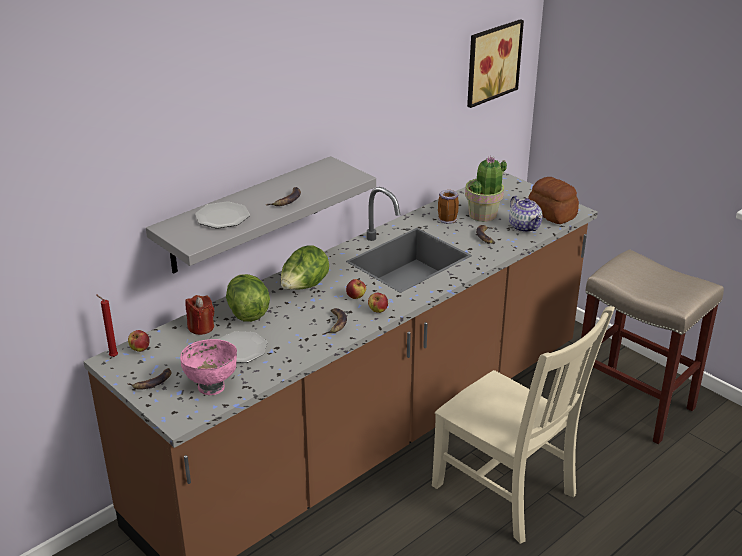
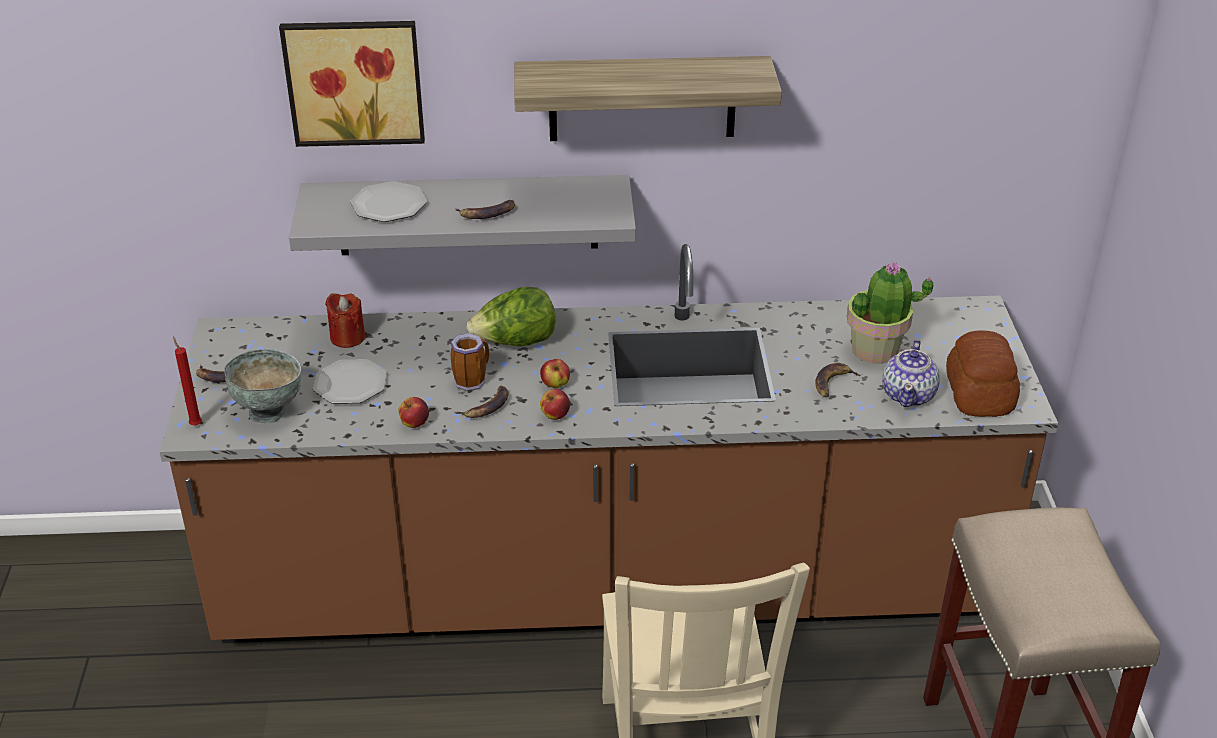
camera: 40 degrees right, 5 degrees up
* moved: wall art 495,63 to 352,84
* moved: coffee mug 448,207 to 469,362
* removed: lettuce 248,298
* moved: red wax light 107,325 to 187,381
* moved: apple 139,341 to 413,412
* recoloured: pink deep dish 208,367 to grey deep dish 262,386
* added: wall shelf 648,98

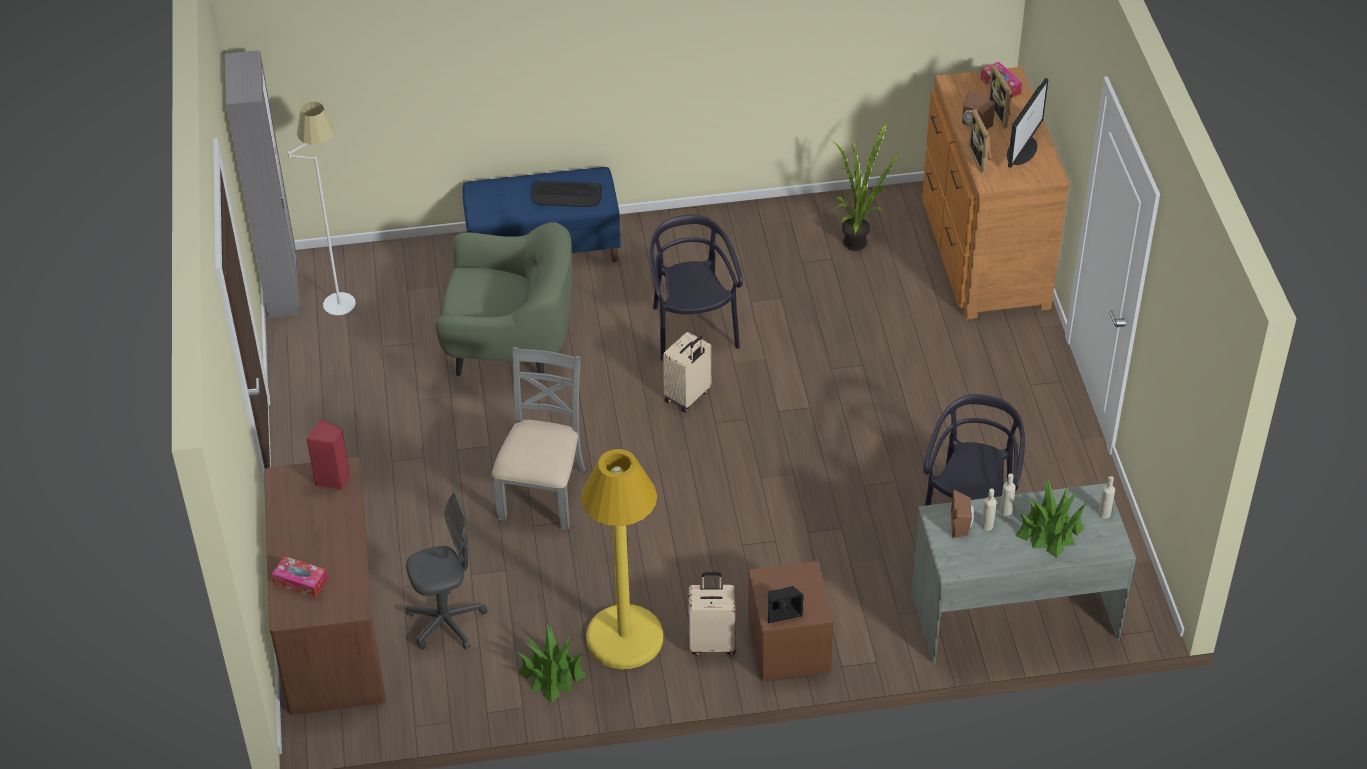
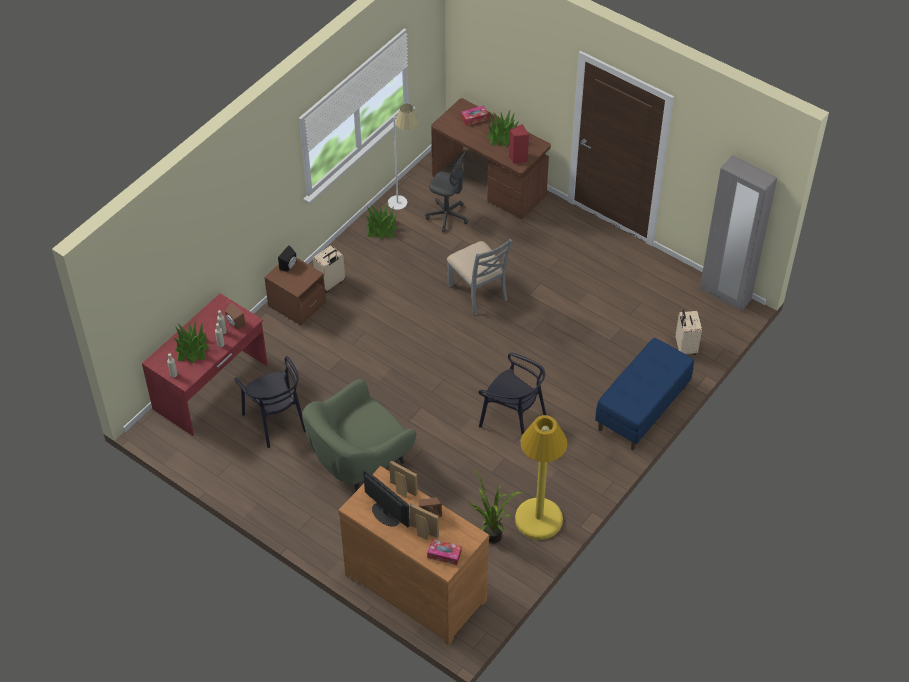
camera: 135 degrees right, 5 degrees up
* turned: computer display 1027,123 = 386,498 150 degrees clockwise
* moved: whitish standard lamp 321,208 to 403,157
* removed: PC keyboard 566,194
* moved: greenish easy chair 503,299 to 359,435
* moved: beige travel case 687,372 to 688,332
* moved: yellow-coloured standard lamp 622,559 to 541,477
* recoloured: grey desk unit 1024,573 to red desk unit 205,364
* turned: grey desk chair 446,571 = 447,191 90 degrees counterclockwise
* added: potted plant 503,128

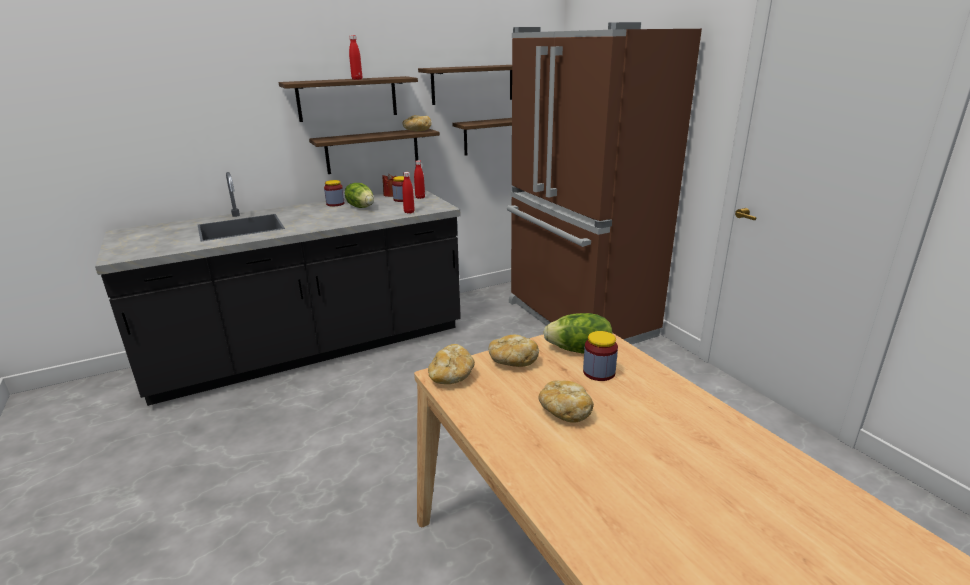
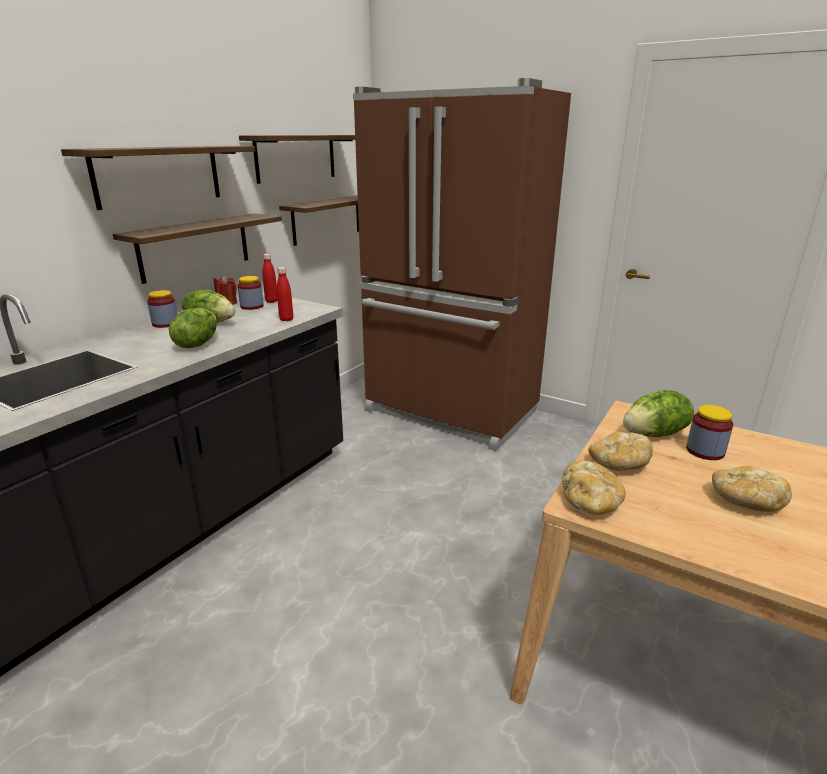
camera: 30 degrees left, 0 degrees up
* removed: red beverage bottle 355,57
* removed: baked bread 417,123
* added: lettuce 193,328

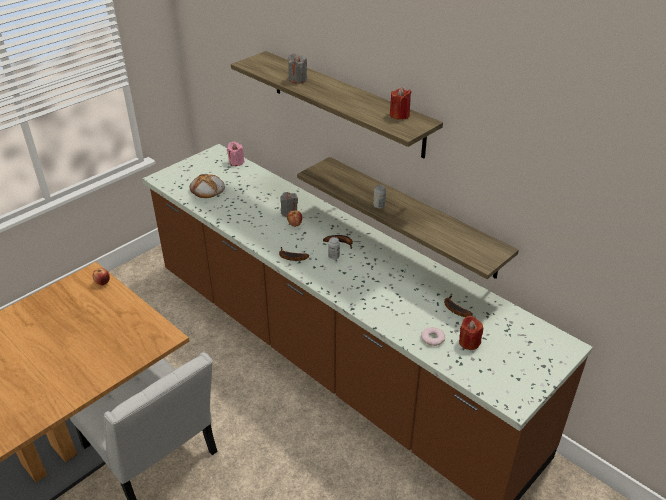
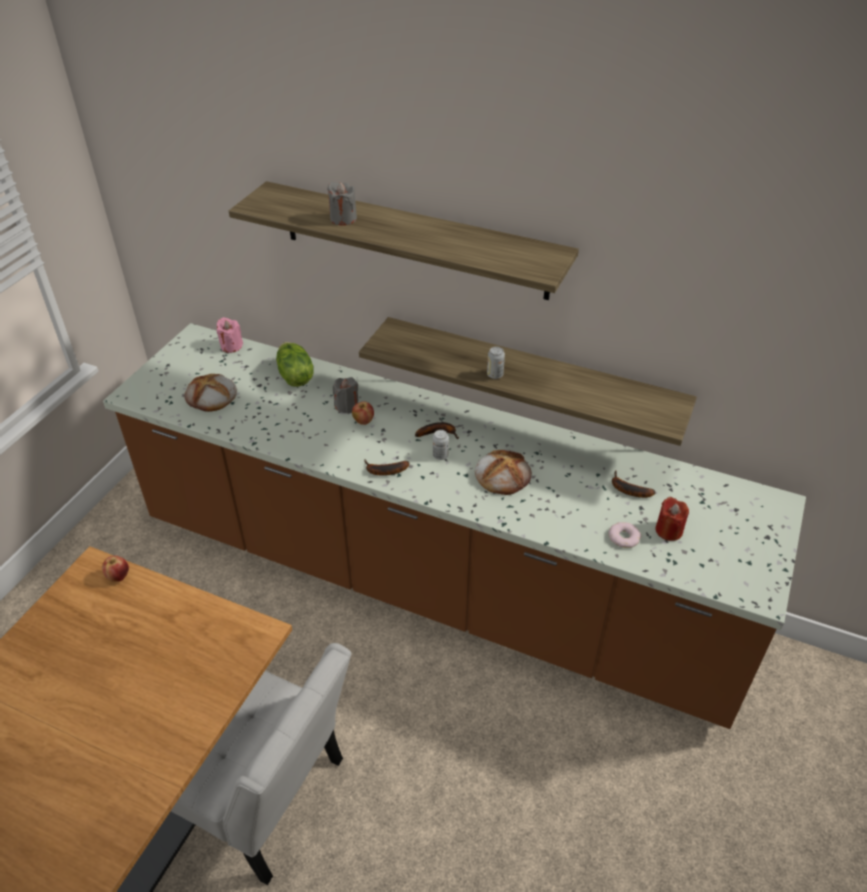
camera: 20 degrees left, 5 degrees up
* removed: red wax light 400,103
* added: lettuce 294,364
* added: baked bread 503,472

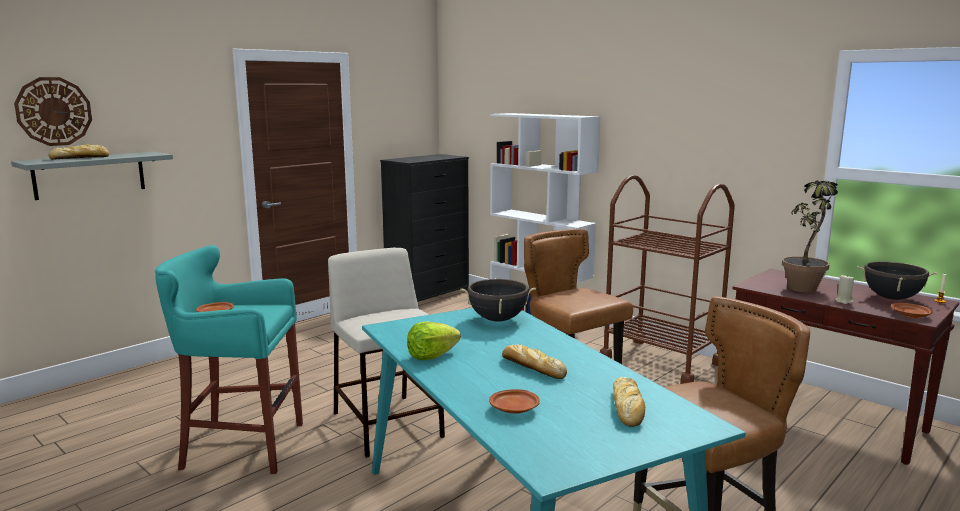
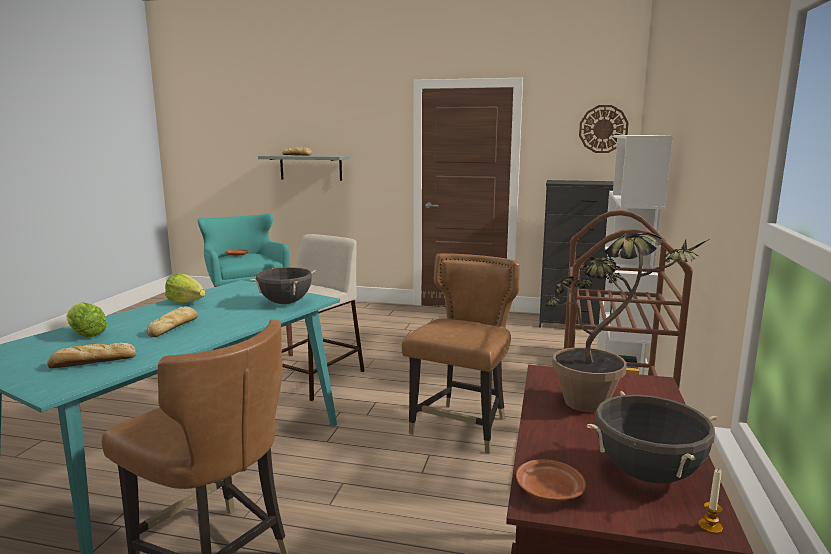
camera: 60 degrees right, 0 degrees up
* moved: hanging clock 53,111 to 604,129
* removed: beige wax light 844,289
* replaced: brown flat dish 514,401 to lettuce 86,319

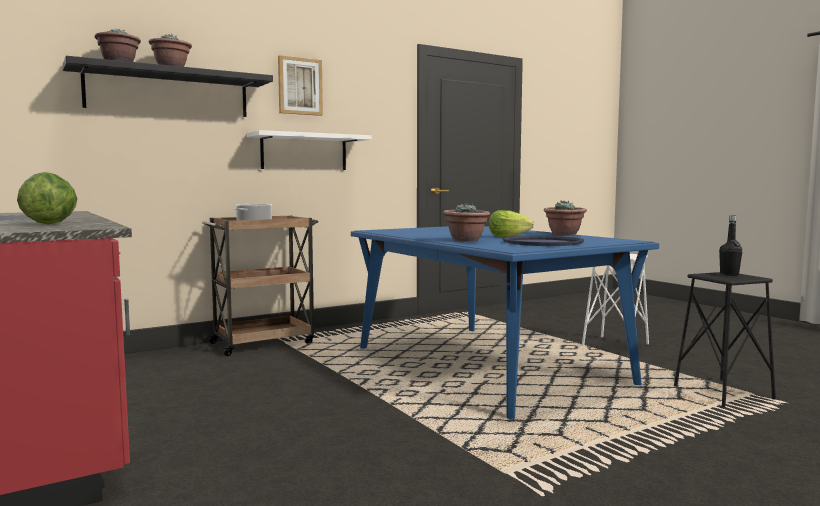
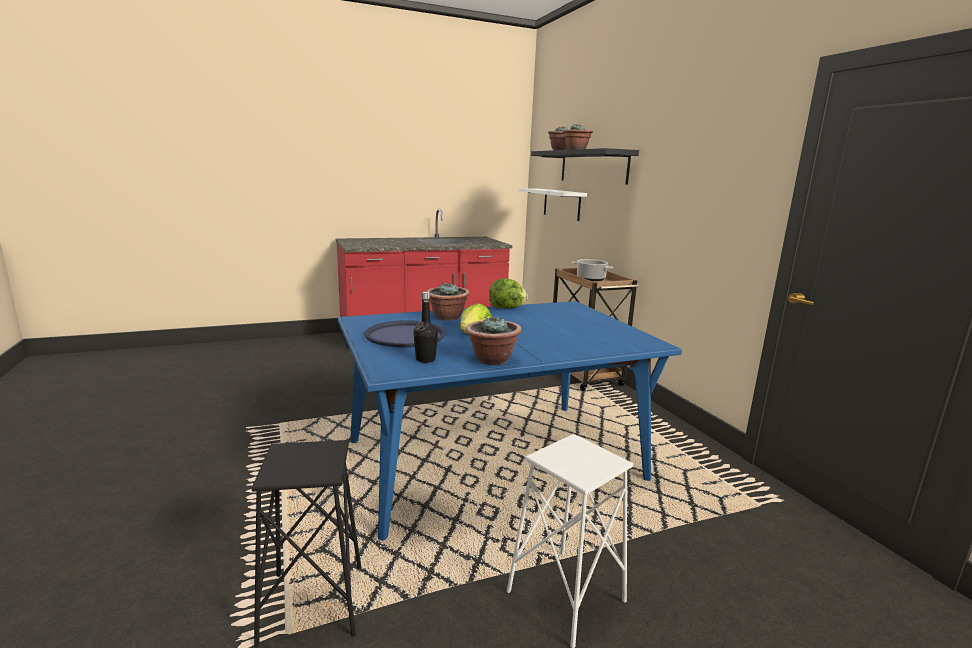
camera: 100 degrees right, 10 degrees up
* removed: wall art 300,85
* moved: whitish wall shelf 309,150 to 553,204
* moved: lettuce 47,198 to 508,293
* moved: black-coloured beverage bottle 730,245 to 426,327

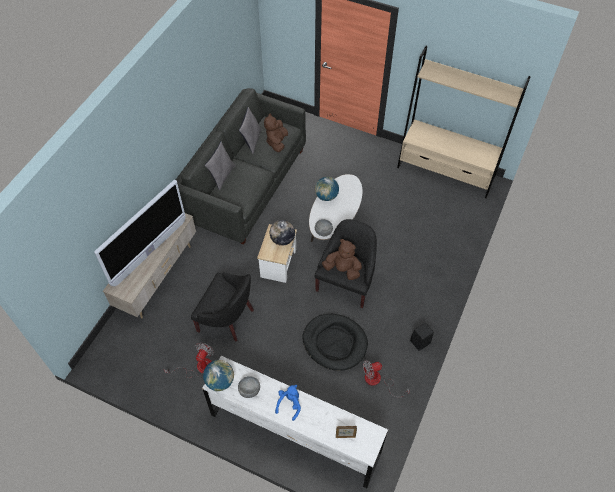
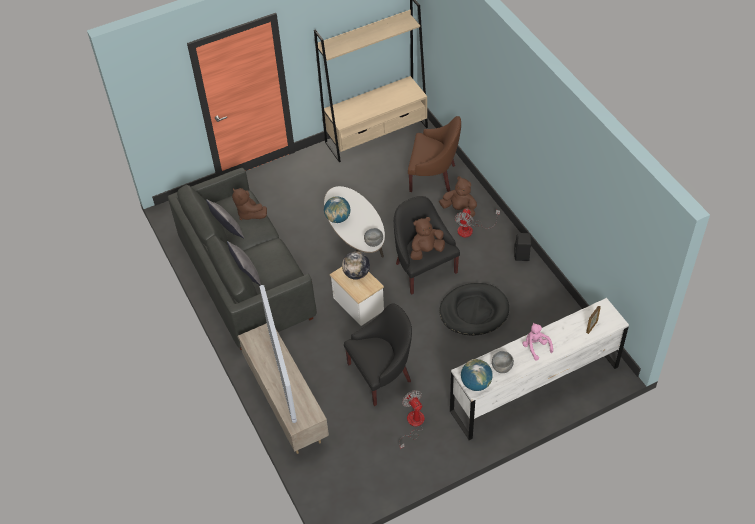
camera: 50 degrees left, 5 degrees down
* moved: cooling fan 386,378 to 477,223
* recoloured: blue plush toy 288,403 to pink plush toy 537,342
* added: brown easy chair 434,154
* added: brown plush toy 458,197

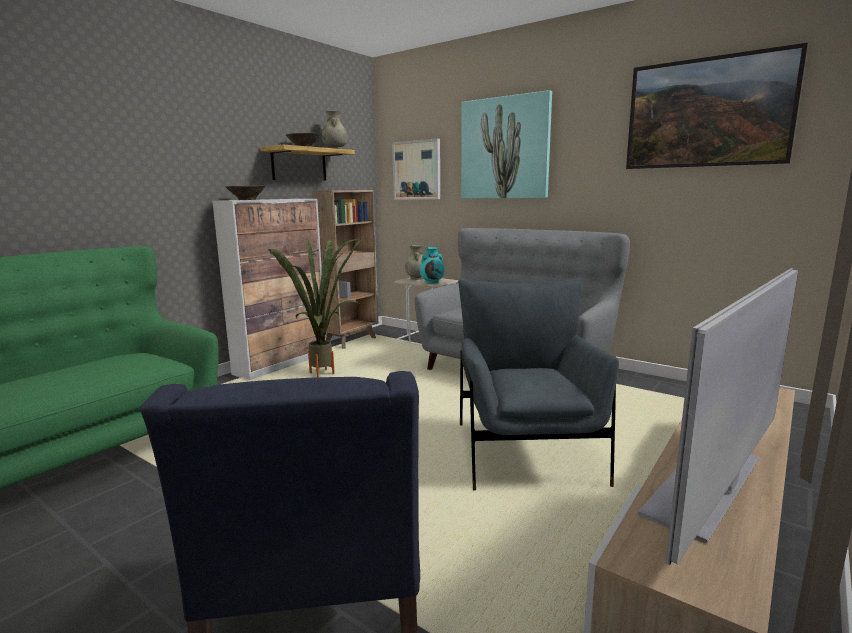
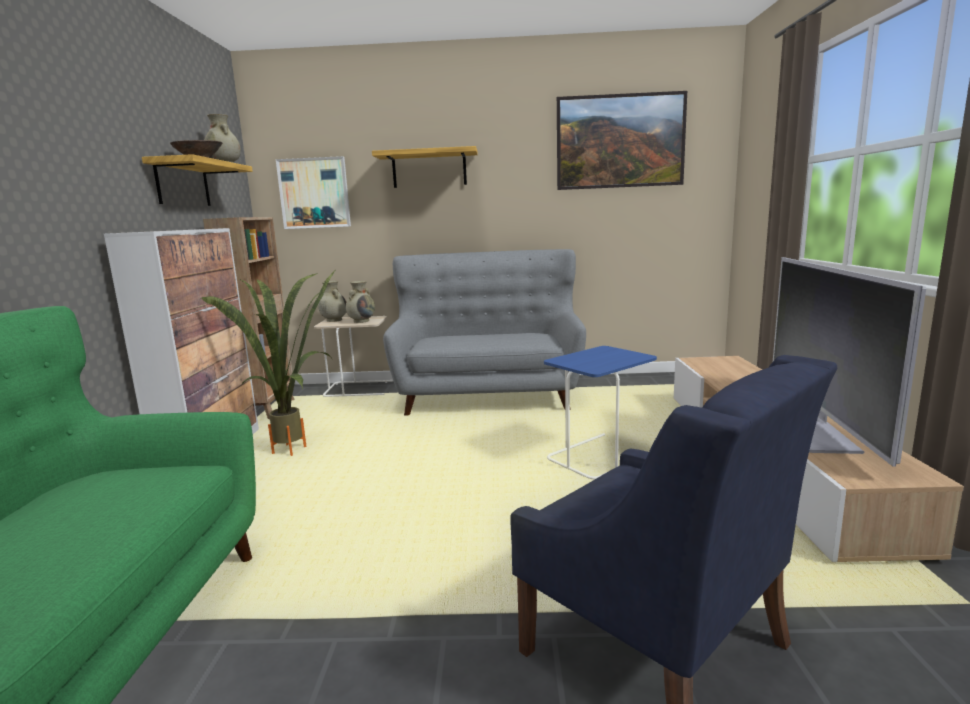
camera: 35 degrees left, 0 degrees up
* replaced: wall art 506,144 to wall shelf 425,167
* removed: brown deep dish 246,192
* recoloured: turquoise decorative vase 432,265 to beige decorative vase 360,302
* replaced: grey easy chair 538,384 to blue side table 600,412

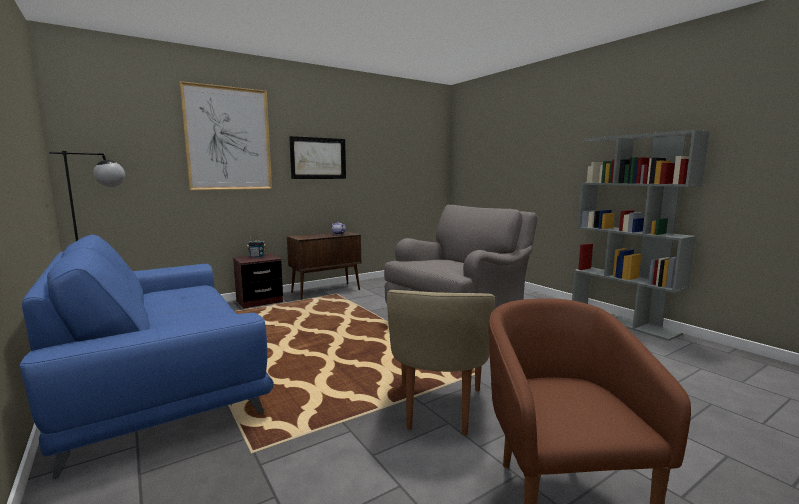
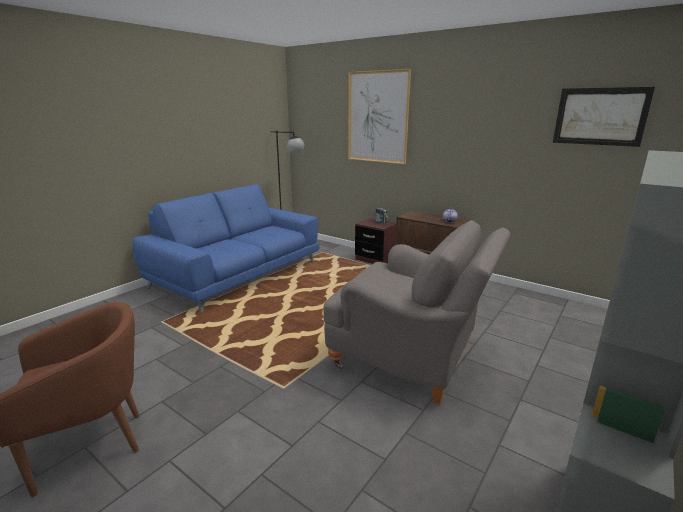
camera: 70 degrees right, 10 degrees up
* moved: wall art 317,157 to 604,117
* removed: beige easy chair 441,362

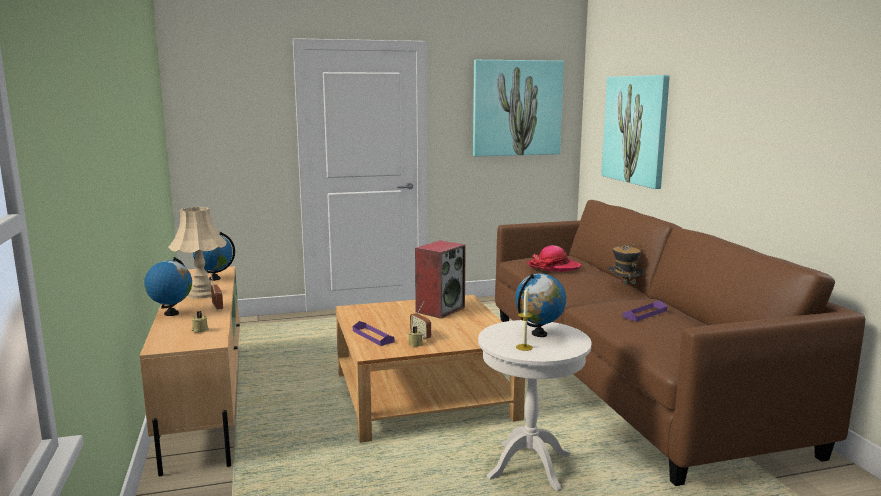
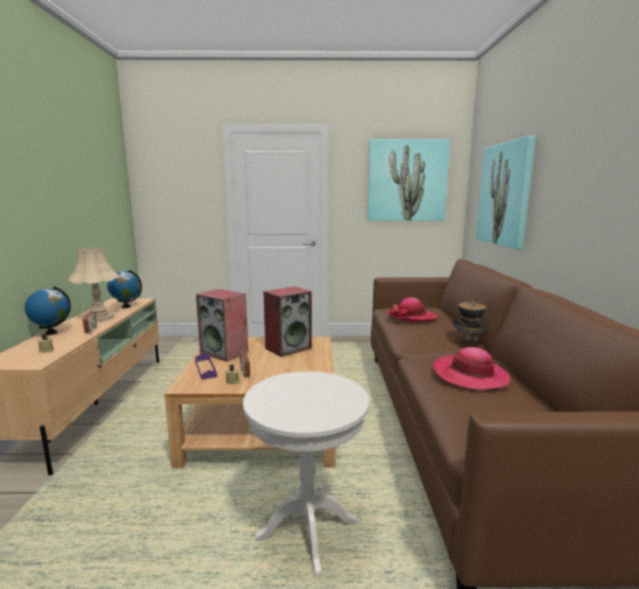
camera: 15 degrees right, 0 degrees up
* removed: desk globe 540,305
* removed: wax light 524,319
* replaced: purple-coloured tray 645,311 to wearable hat 471,368
* added: audio speaker 222,325

